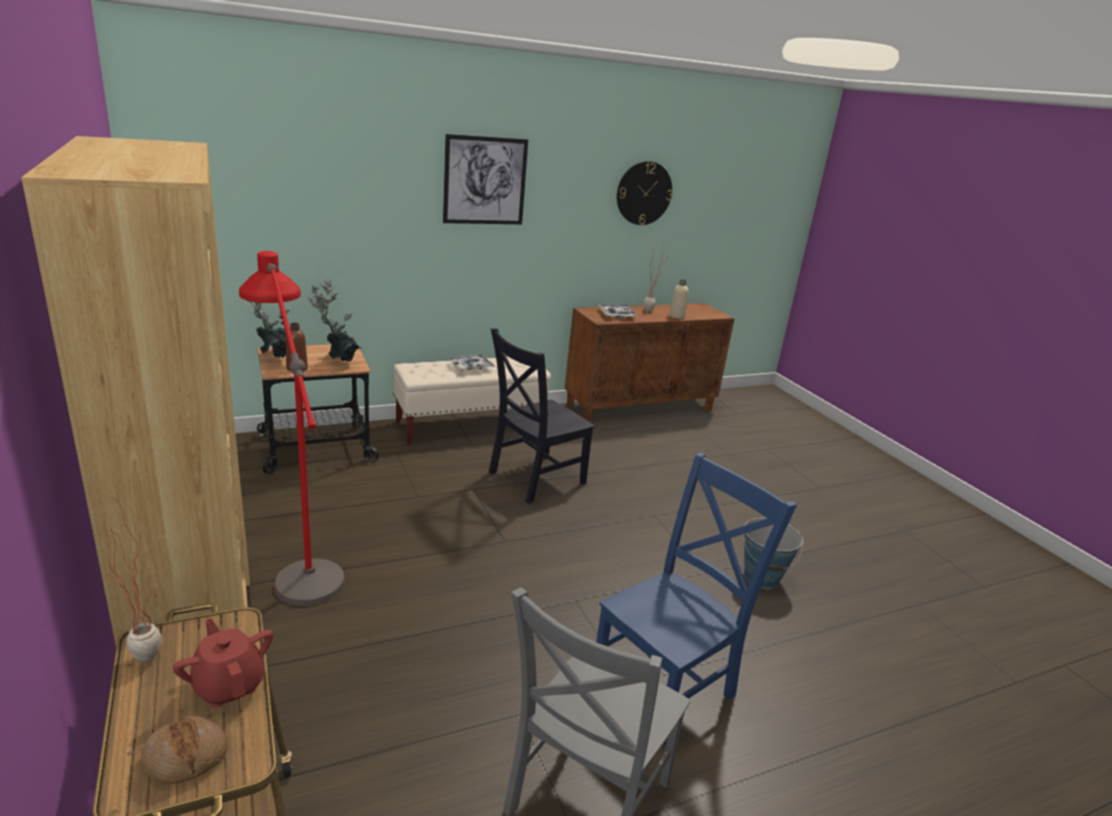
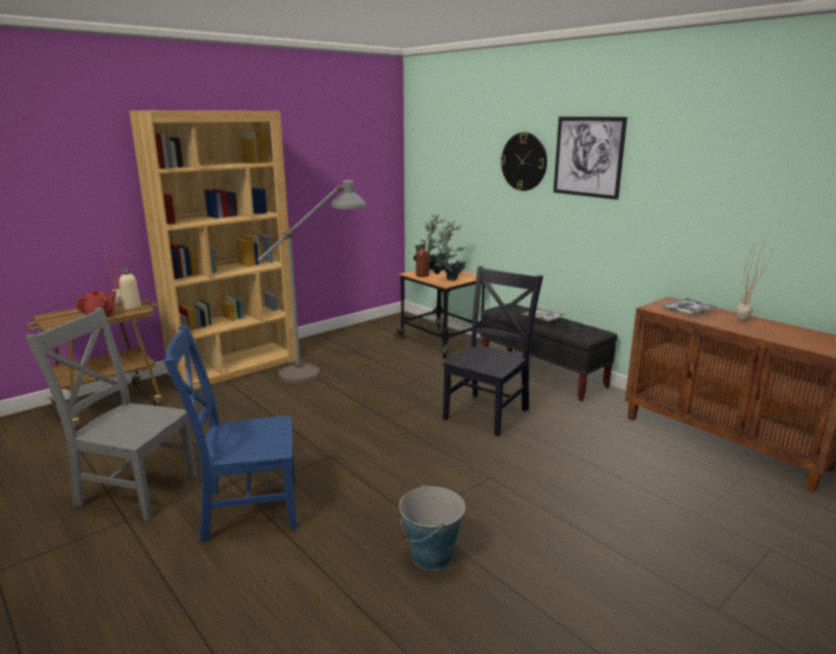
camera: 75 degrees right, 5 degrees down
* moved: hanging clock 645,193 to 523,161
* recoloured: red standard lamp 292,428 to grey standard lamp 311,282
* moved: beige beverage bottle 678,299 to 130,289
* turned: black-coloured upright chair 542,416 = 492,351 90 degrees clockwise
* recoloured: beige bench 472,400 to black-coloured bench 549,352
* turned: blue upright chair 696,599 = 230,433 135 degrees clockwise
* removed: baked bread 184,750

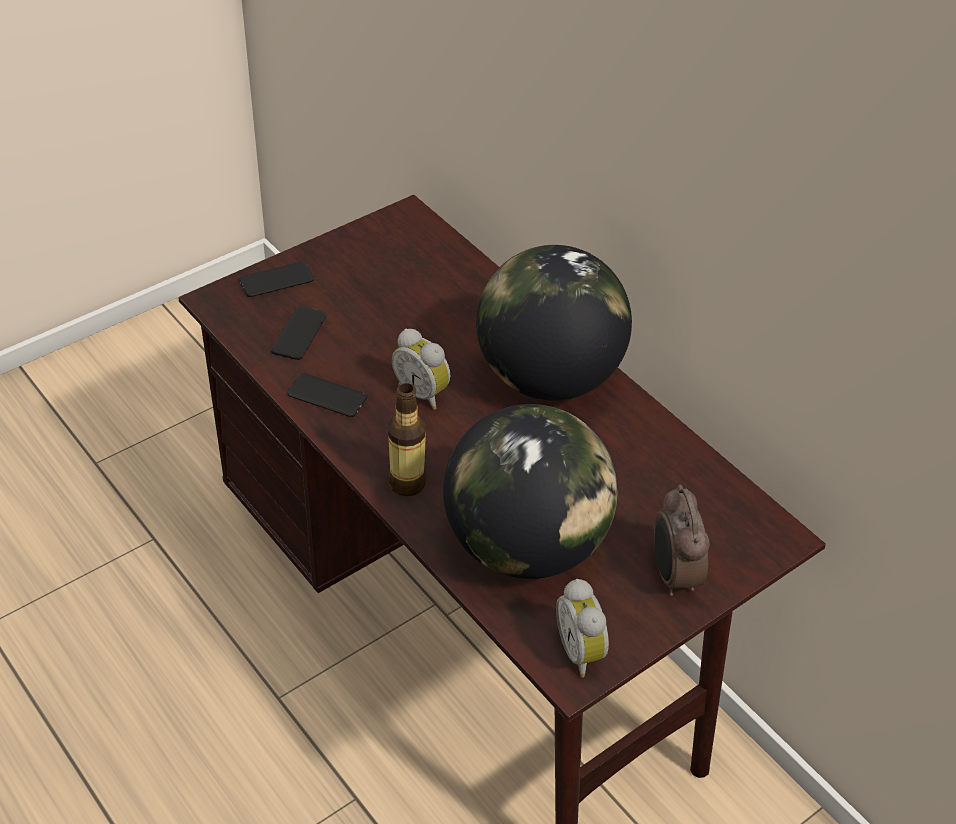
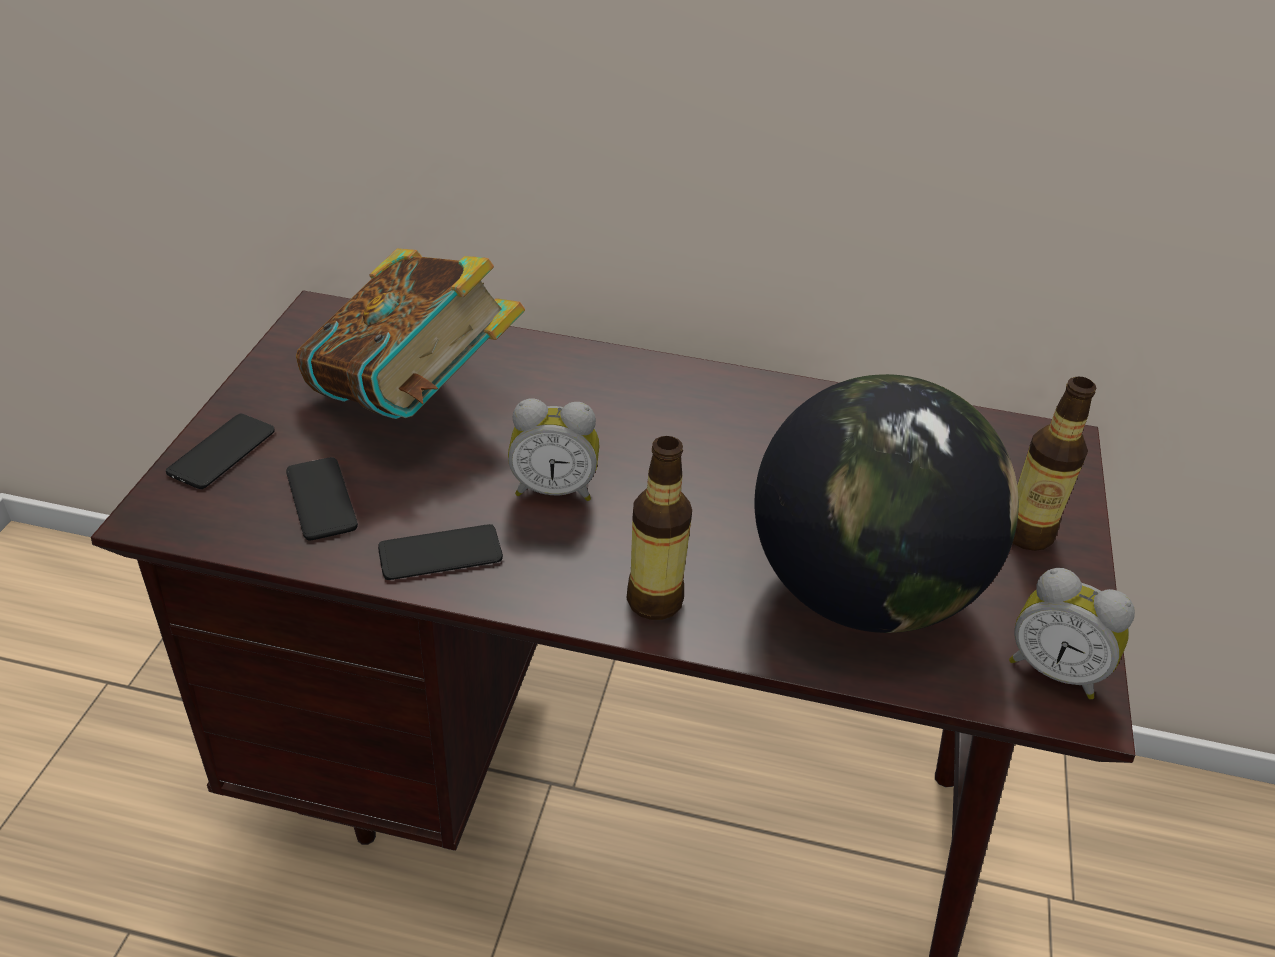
camera: 40 degrees left, 5 degrees down
* removed: desk globe 554,322
* replaced: alarm clock 682,540 to beverage bottle 1054,464
* added: bound book 410,333

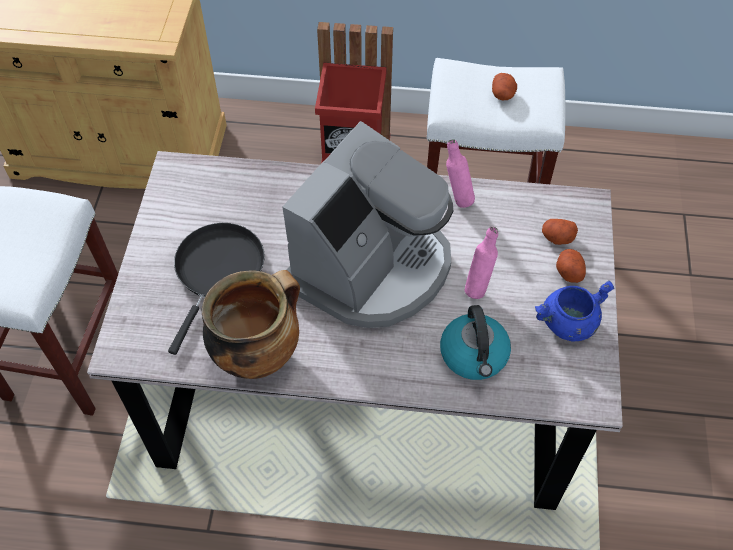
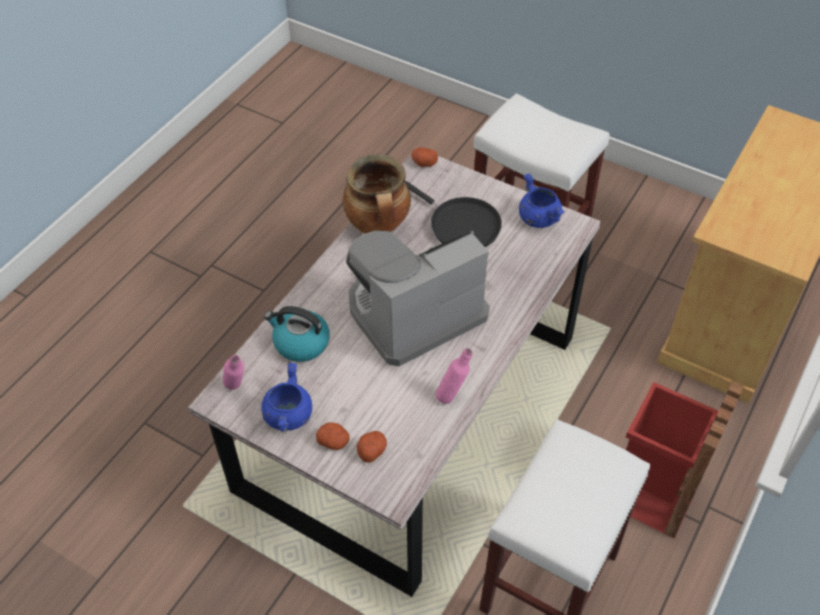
camera: 115 degrees right, 5 degrees down
* moved: potato 504,86 to 424,157
* turned: coffee brewer 368,224 = 418,298 90 degrees clockwise
* moved: pink beverage bottle 481,263 to 233,372
* added: blue stockpot 542,201

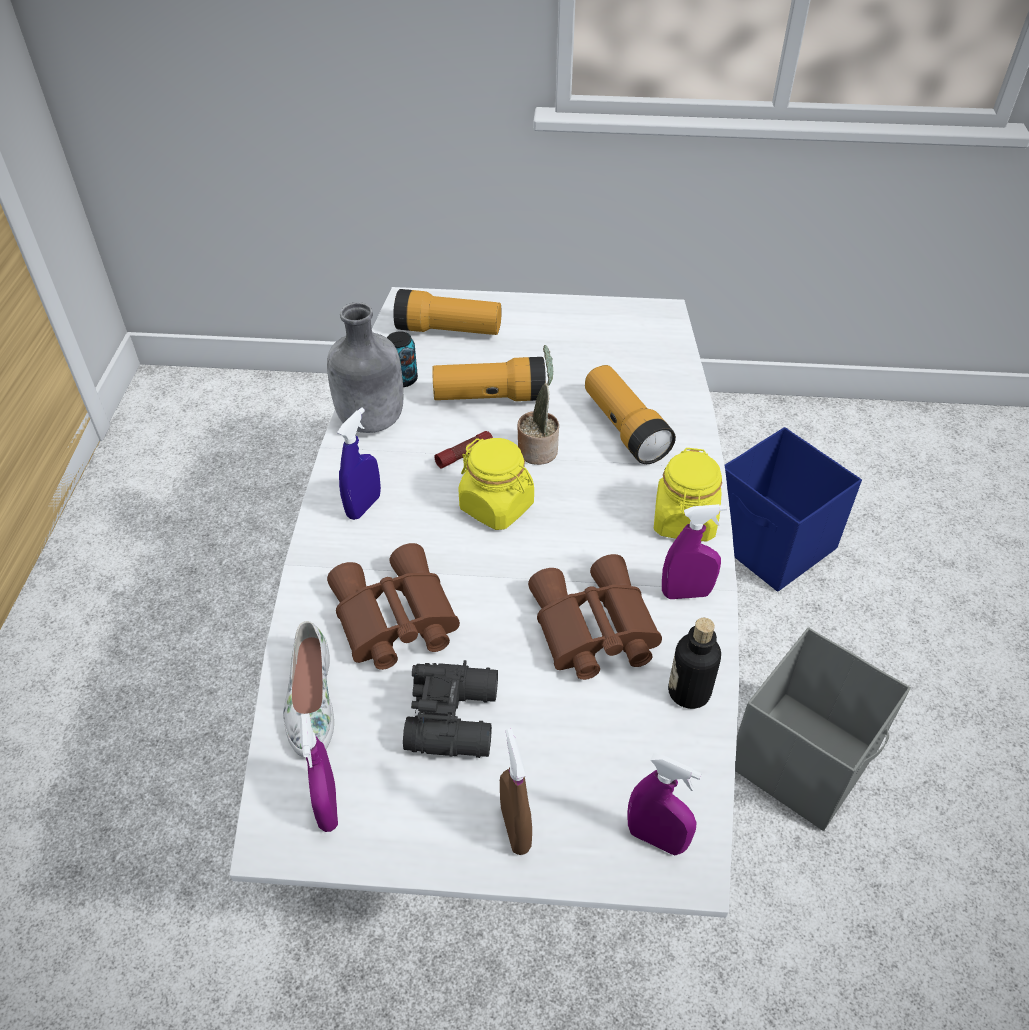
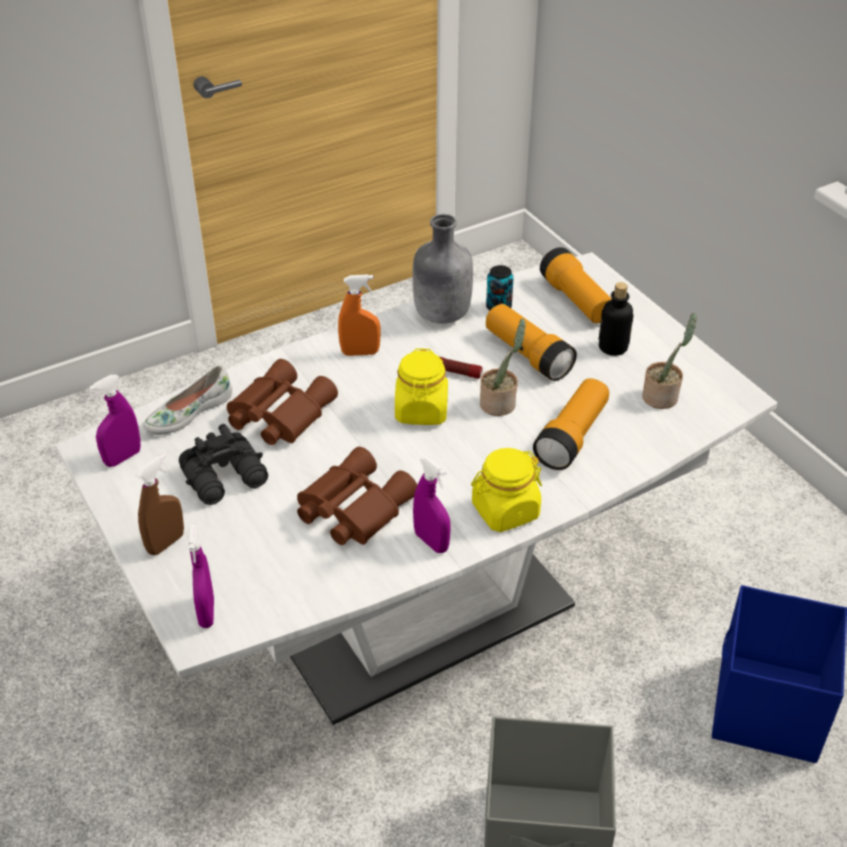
camera: 55 degrees right, 5 degrees down
* recoloured: blue hand sprayer 359,463 to orangey hand sprayer 359,315
* moved: beverage bottle 694,663 to 616,319
* added: potted plant 669,361

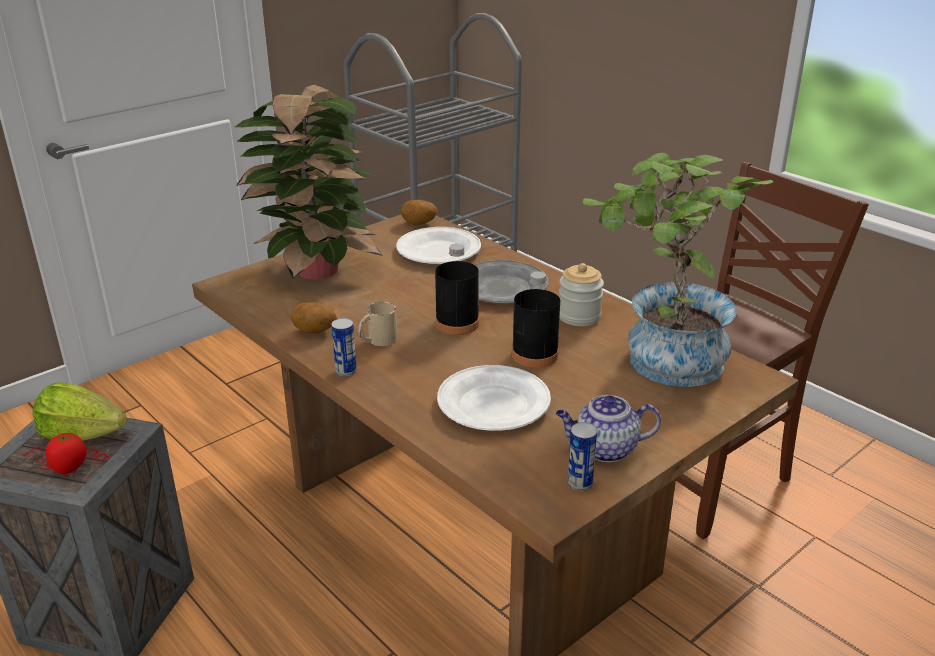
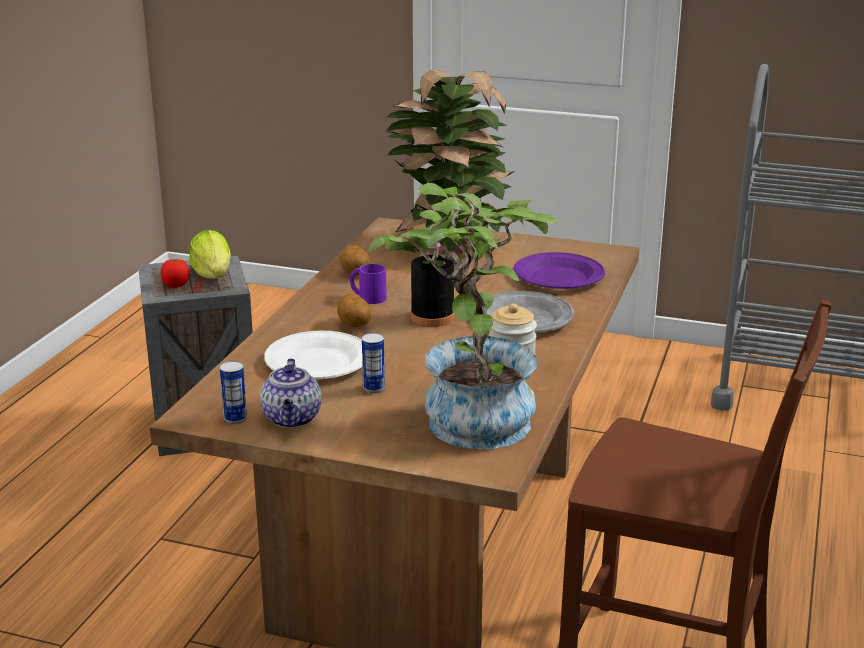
camera: 60 degrees right, 5 degrees down
* moved: potato 419,212 to 354,310
* recoloured: whitish flat dish 438,245 to purple-coloured flat dish 559,270
* removed: black-coloured beverage bottle 536,319
* recoloured: beige coffee mug 377,324 to purple-coloured coffee mug 368,283
* moved: sealed can 344,347 to 373,363
* turned: pot for tea 608,428 = 291,393 150 degrees counterclockwise

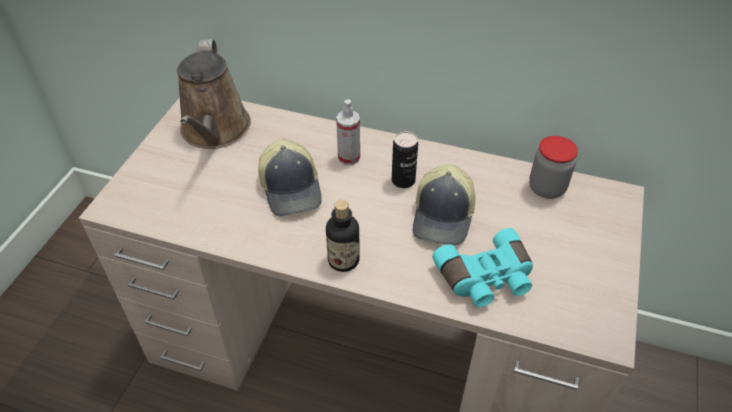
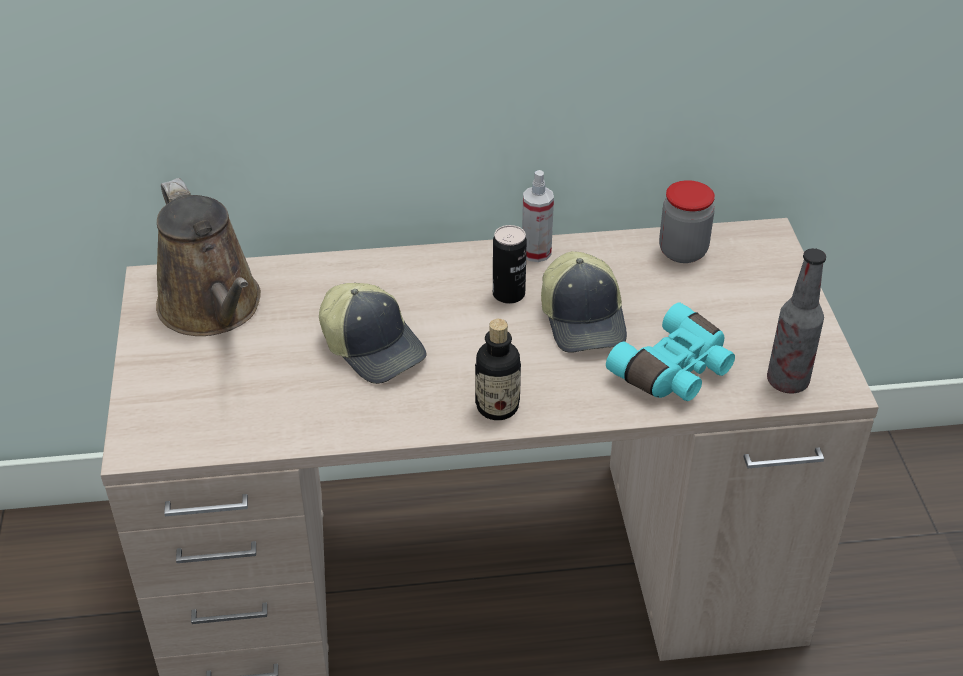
camera: 25 degrees left, 5 degrees down
* moved: hand sprayer 348,132 to 538,216
* added: beverage bottle 796,320

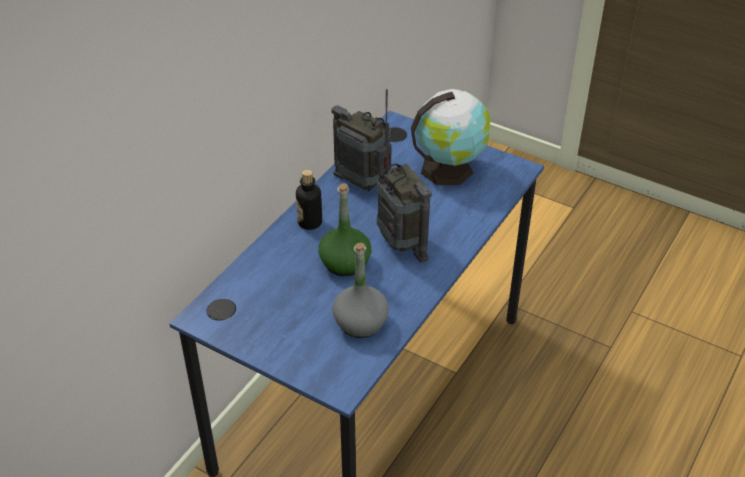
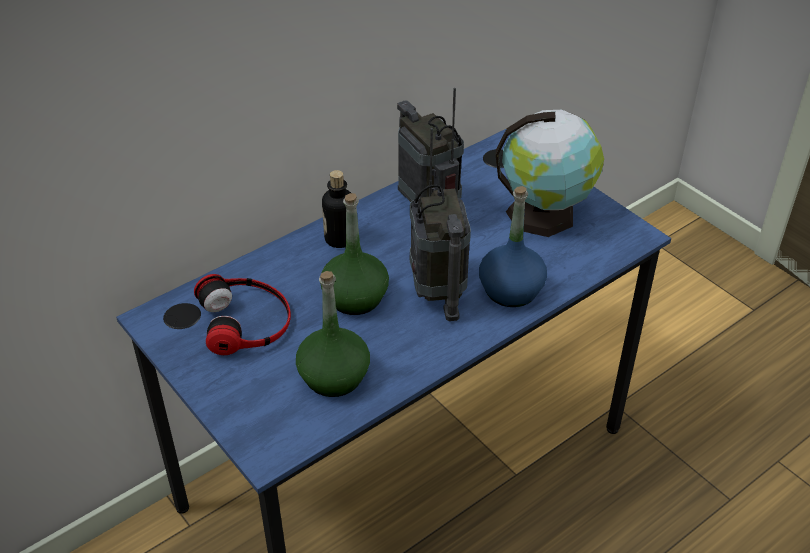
camera: 20 degrees right, 0 degrees up
* recoloured: grey beverage bottle 360,290 to greenish beverage bottle 333,334
* added: blue beverage bottle 513,246
* added: headset 242,314

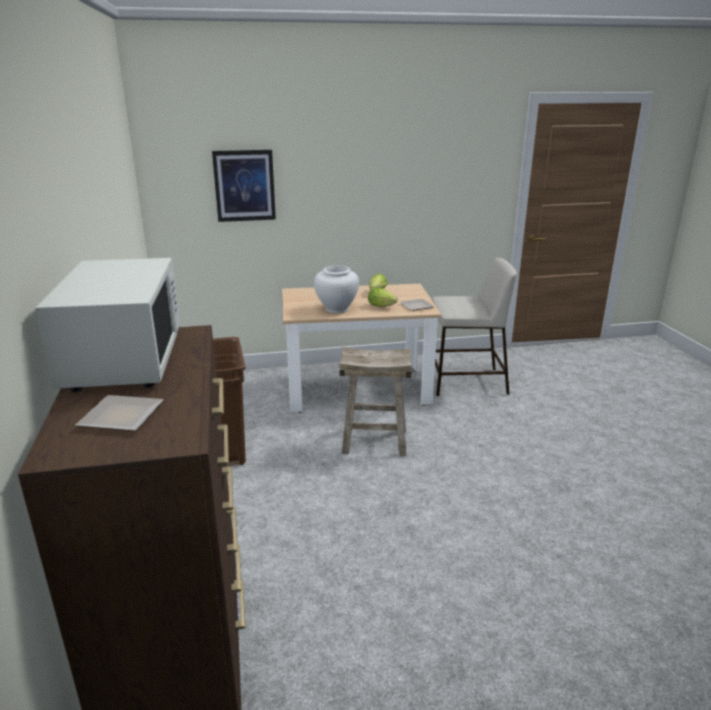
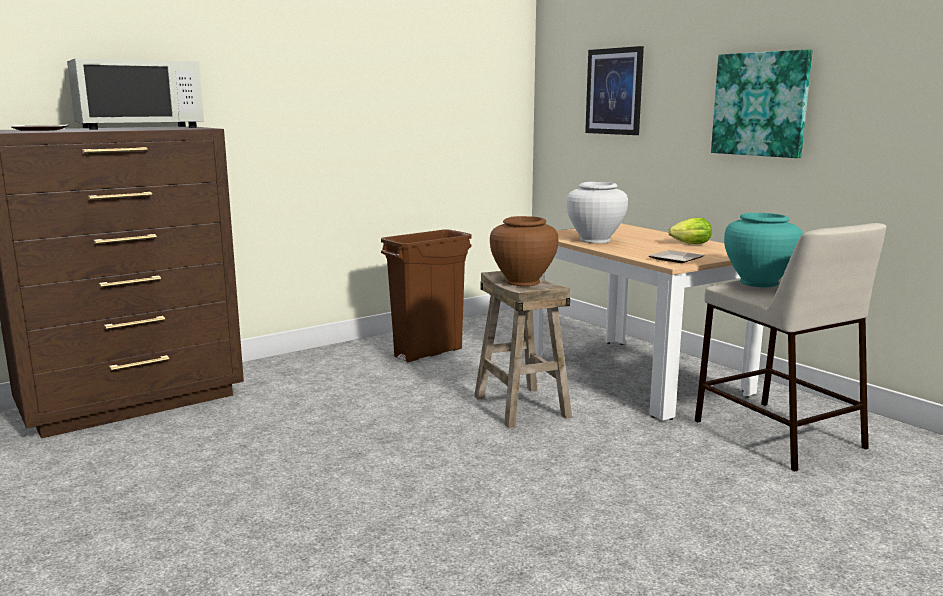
camera: 65 degrees right, 10 degrees down
* removed: lettuce 383,297
* added: wall art 761,103
* added: turquoise decorative vase 763,250
* added: brown decorative vase 524,251

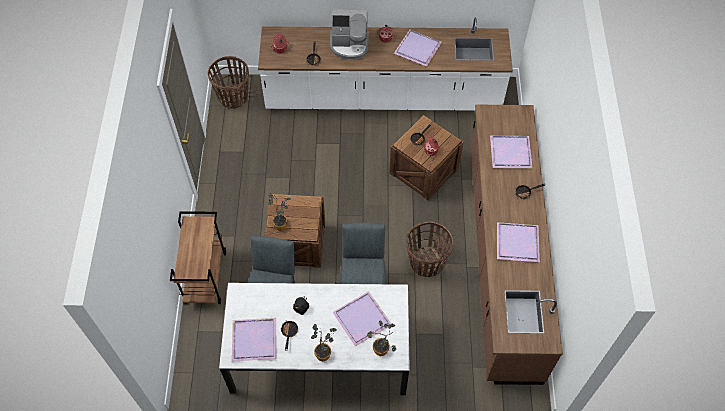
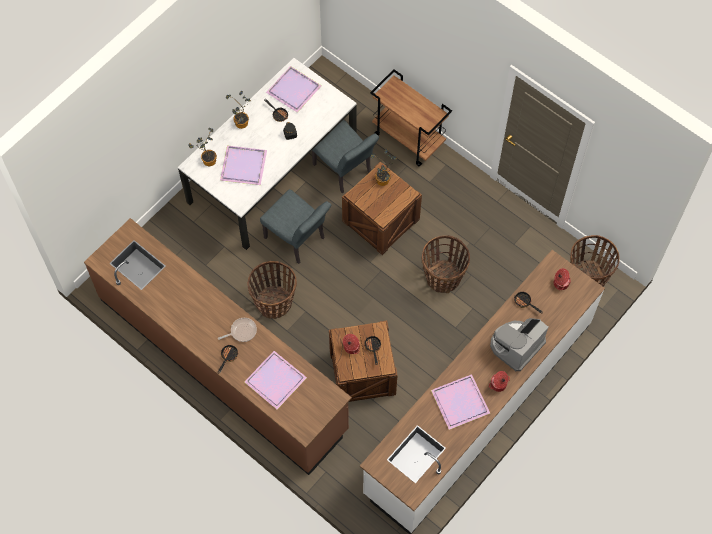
camera: 130 degrees right, 5 degrees up
* removed: purple-coloured tray 518,242
* added: storage basket 446,264
* added: skillet 237,330

